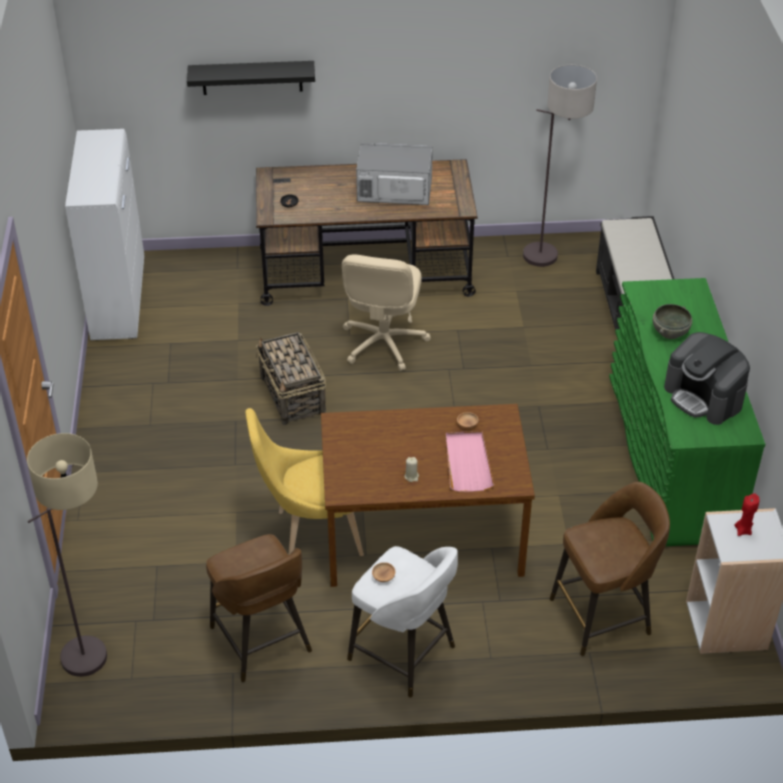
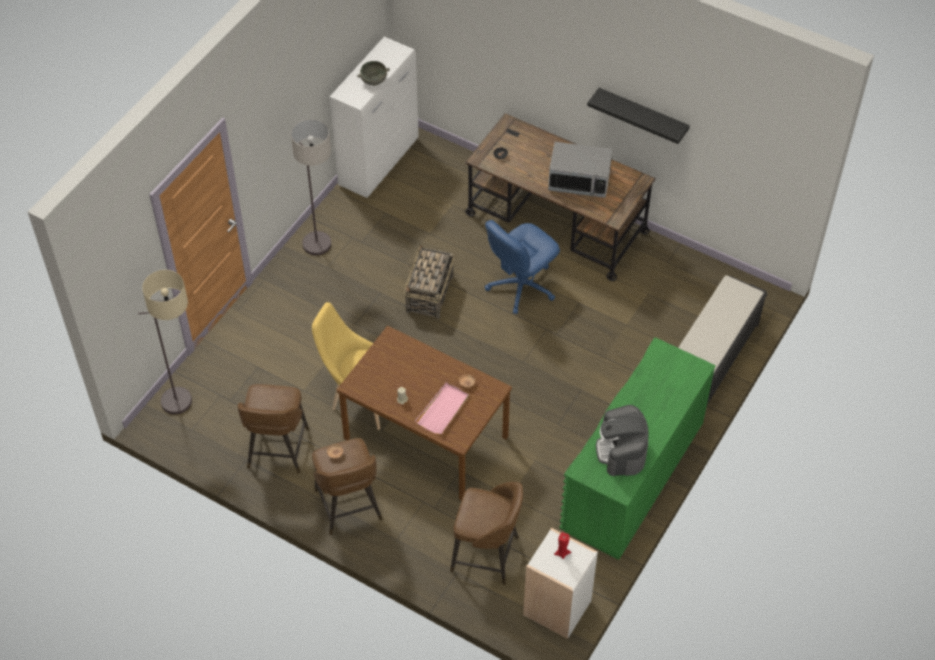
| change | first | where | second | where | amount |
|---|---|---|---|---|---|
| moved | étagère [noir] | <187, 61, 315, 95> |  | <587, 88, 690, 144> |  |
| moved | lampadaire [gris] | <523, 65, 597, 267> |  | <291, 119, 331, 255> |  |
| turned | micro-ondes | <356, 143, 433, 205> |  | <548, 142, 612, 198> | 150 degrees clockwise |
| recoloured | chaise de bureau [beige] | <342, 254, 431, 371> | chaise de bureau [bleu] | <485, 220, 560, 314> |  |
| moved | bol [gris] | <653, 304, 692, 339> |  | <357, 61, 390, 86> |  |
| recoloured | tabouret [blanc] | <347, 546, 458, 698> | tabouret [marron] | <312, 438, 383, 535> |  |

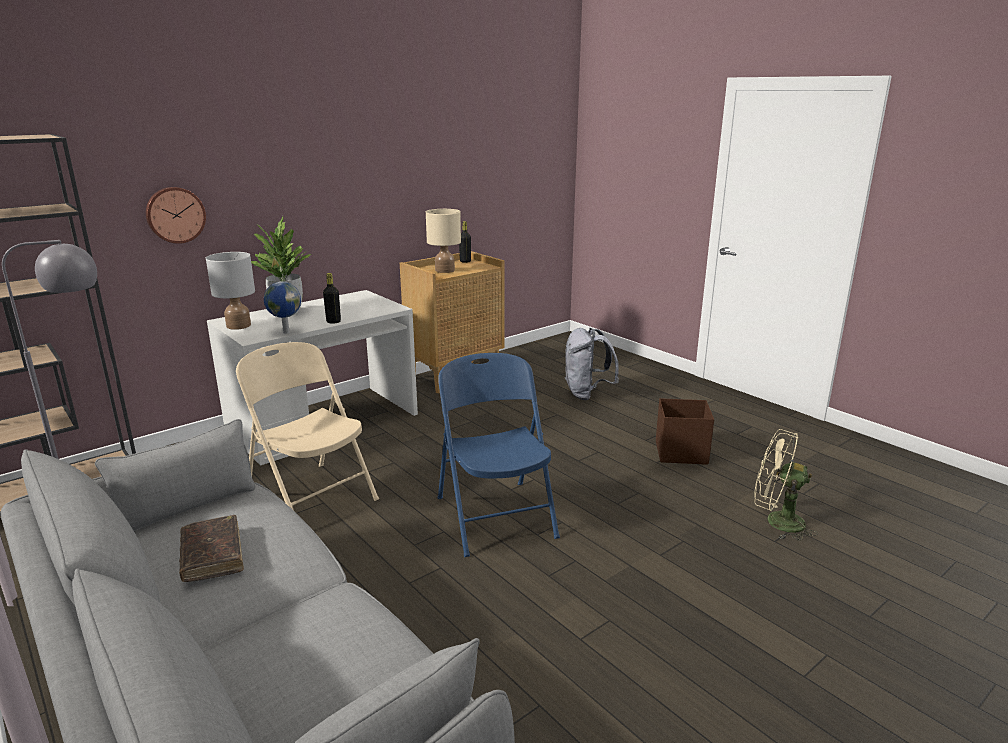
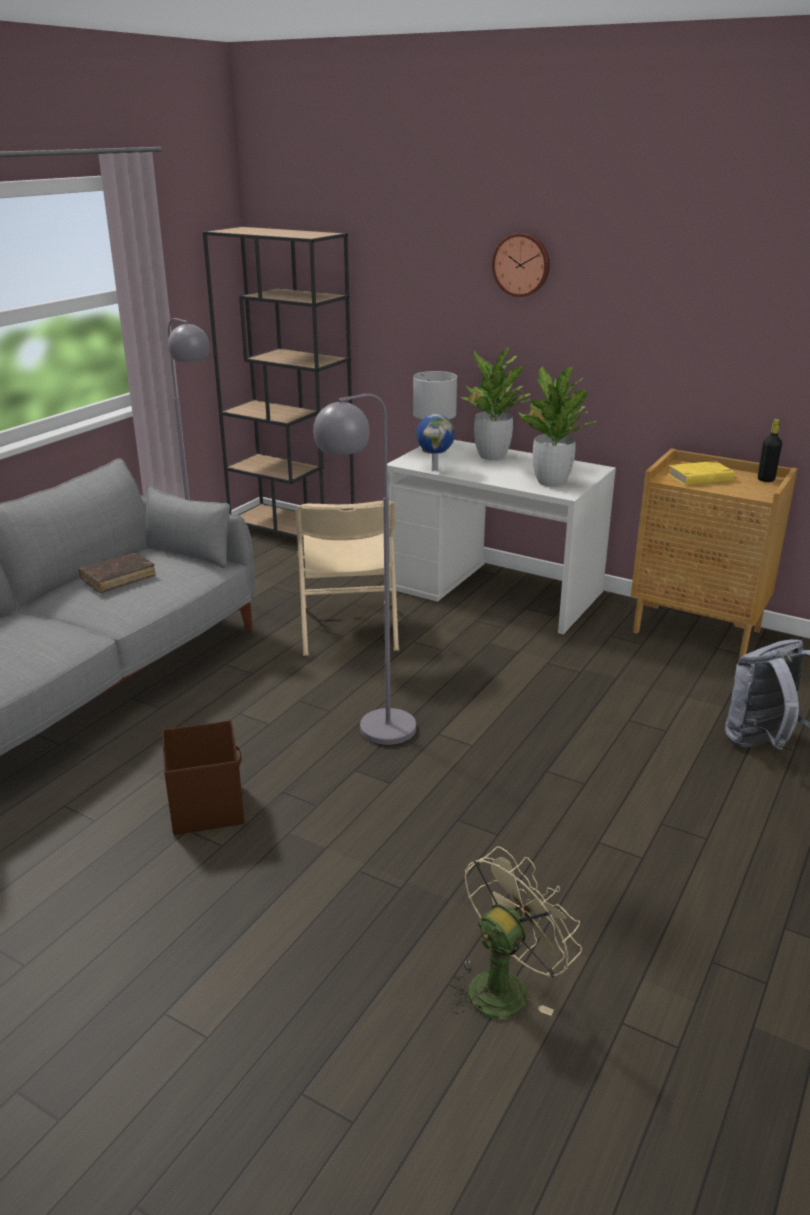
| change | first | where | second | where | amount |
|---|---|---|---|---|---|
| moved | horloge murale | <146, 187, 206, 244> |  | <492, 233, 550, 297> |  |
| replaced | lampe de table [beige] | <426, 209, 461, 273> | livre [jaune] | <668, 461, 737, 485> |  |
| removed | bouteille [noir] | <323, 273, 341, 324> |  |  |  |
| turned | chaise [beige] | <236, 342, 379, 511> |  | <296, 501, 399, 656> | 150 degrees clockwise |
| replaced | chaise [bleu] | <438, 353, 560, 557> | lampadaire [gris] | <313, 394, 416, 745> |  |
| moved | boîte de rangement [marron] | <656, 398, 714, 465> |  | <162, 720, 244, 835> |  |
| turned | ventilateur [beige] | <754, 429, 818, 541> |  | <450, 846, 582, 1019> | 45 degrees clockwise |
| added |  |  | plante en pot | <519, 367, 596, 487> |  |

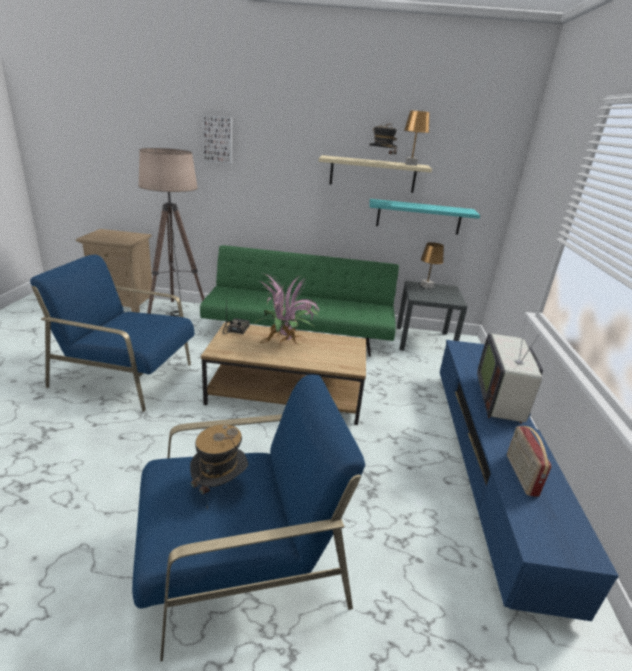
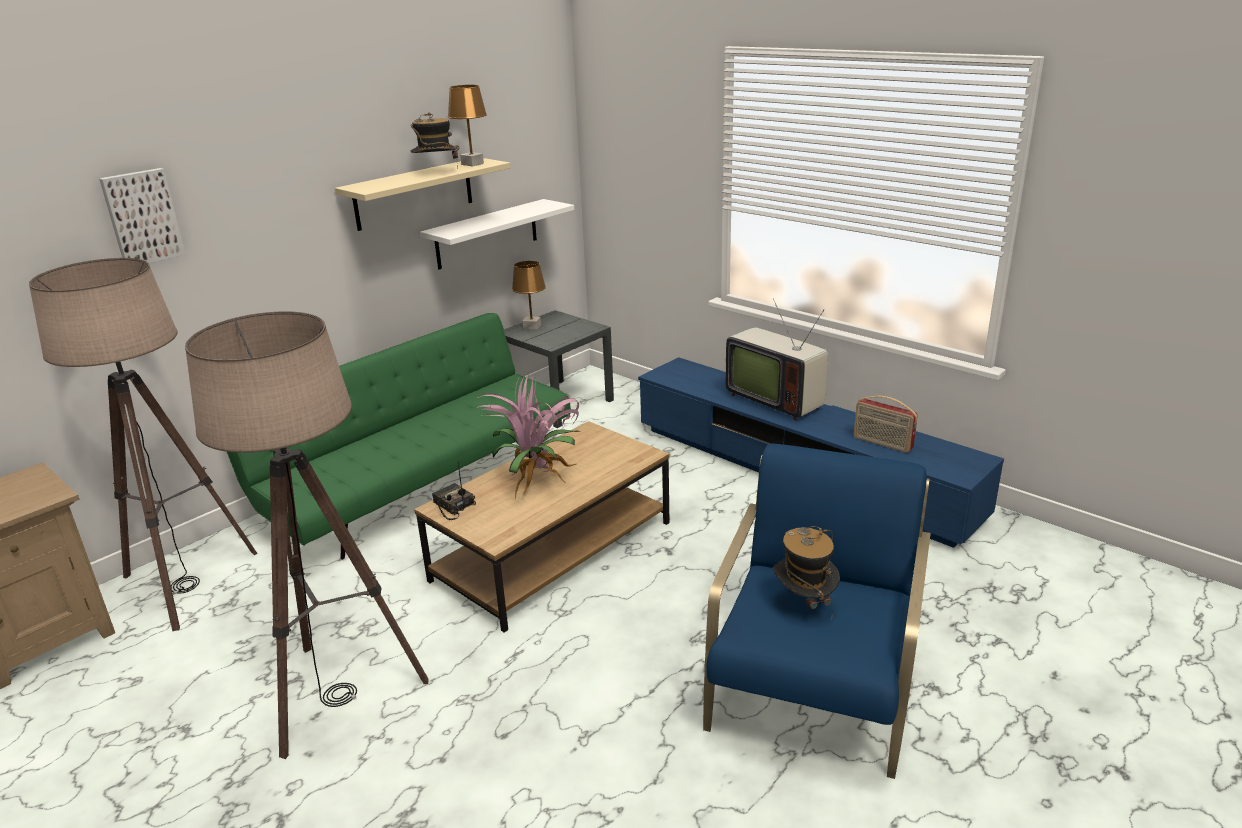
| change | first | where | second | where | amount |
|---|---|---|---|---|---|
| recoloured | étagère [turquoise] | <369, 199, 480, 235> | étagère [blanc] | <420, 199, 574, 270> |  |
| replaced | fauteuil [bleu] | <30, 255, 194, 412> | lampadaire | <185, 311, 428, 759> |  |

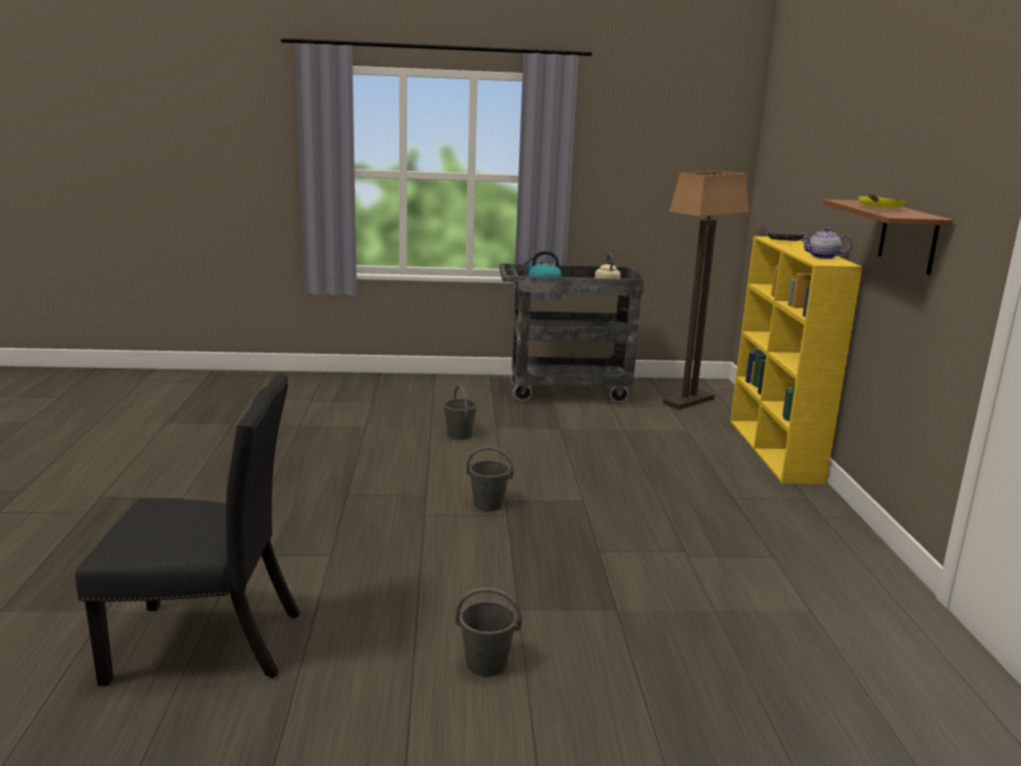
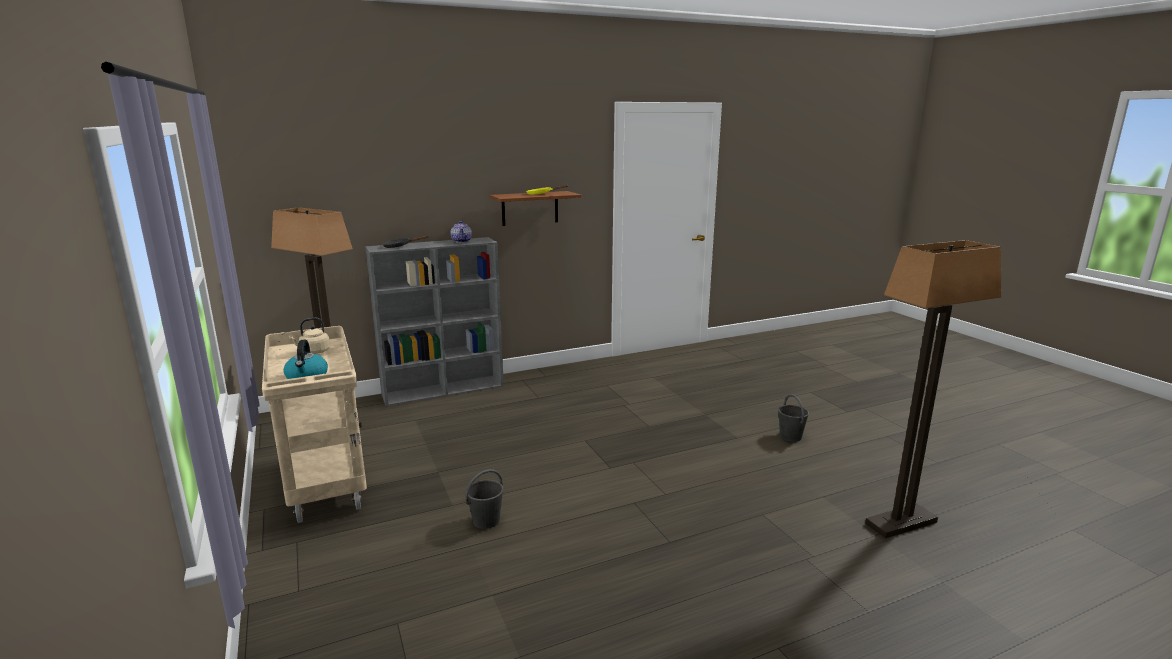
| change | first | where | second | where | amount |
|---|---|---|---|---|---|
| recoloured | bibliothèque [jaune] | <730, 236, 862, 484> | bibliothèque [gris] | <365, 237, 504, 406> |  |
| recoloured | chariot [noir] | <499, 264, 644, 403> | chariot [beige] | <262, 326, 367, 523> |  |
| replaced | chaise [noir] | <75, 374, 300, 686> | lampadaire | <865, 240, 1002, 538> |  |
| removed | seau [gris] | <466, 446, 513, 511> |  |  |  |

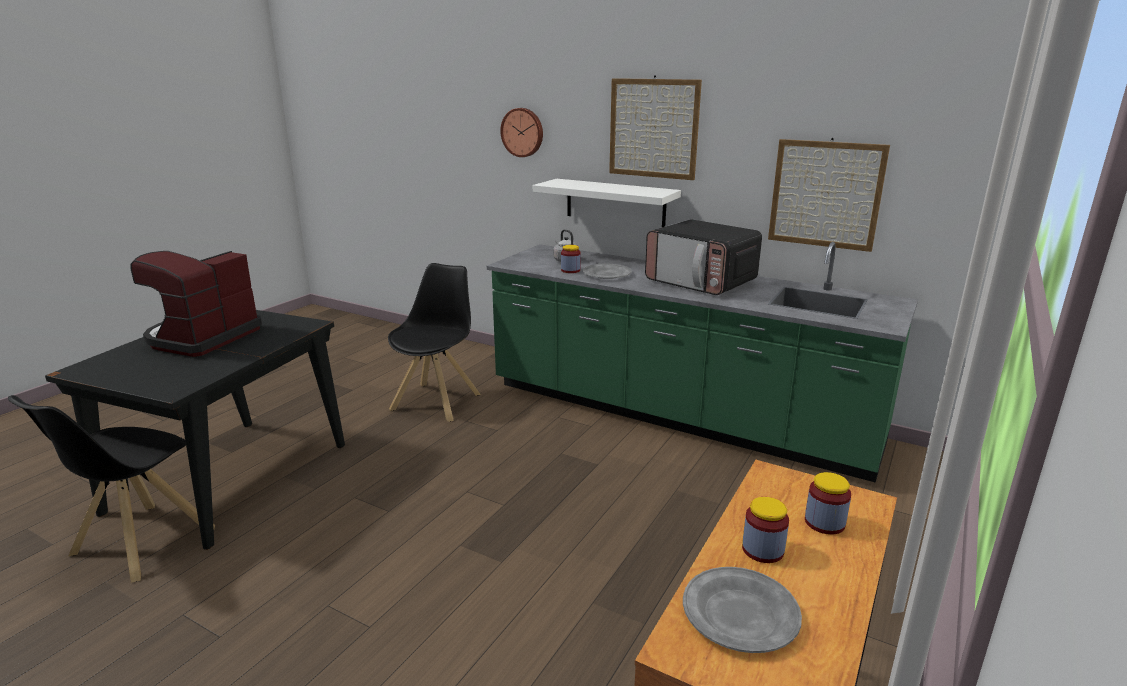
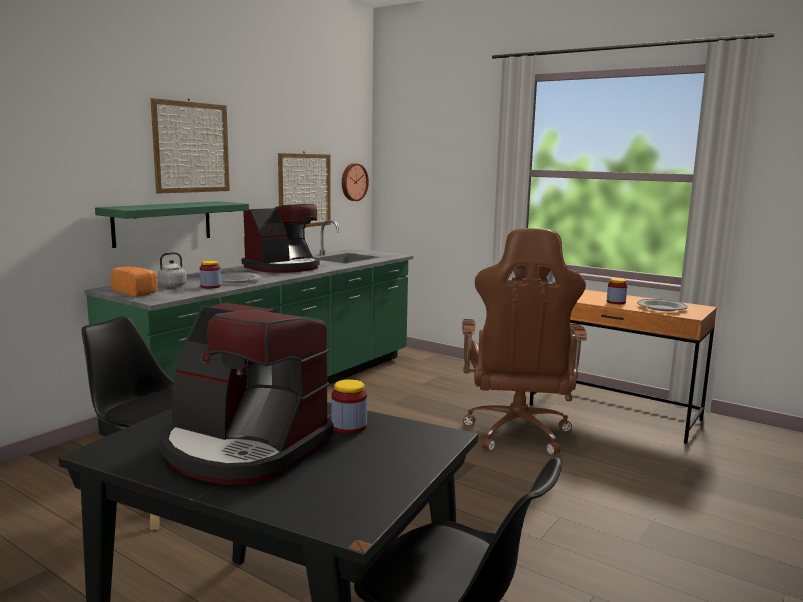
| change | first | where | second | where | amount |
|---|---|---|---|---|---|
| moved | horloge murale | <500, 108, 543, 157> |  | <342, 163, 369, 201> |  |
| recoloured | étagère [blanc] | <533, 179, 681, 227> | étagère [vert] | <95, 201, 249, 248> |  |
| replaced | micro-ondes | <645, 219, 762, 295> | machine à café | <242, 204, 320, 273> |  |
| moved | bocal | <805, 472, 851, 535> |  | <331, 379, 367, 434> |  |
| added |  |  | chaise de bureau [marron] | <462, 228, 587, 455> |  |
| added |  |  | pain | <110, 266, 158, 297> |  |

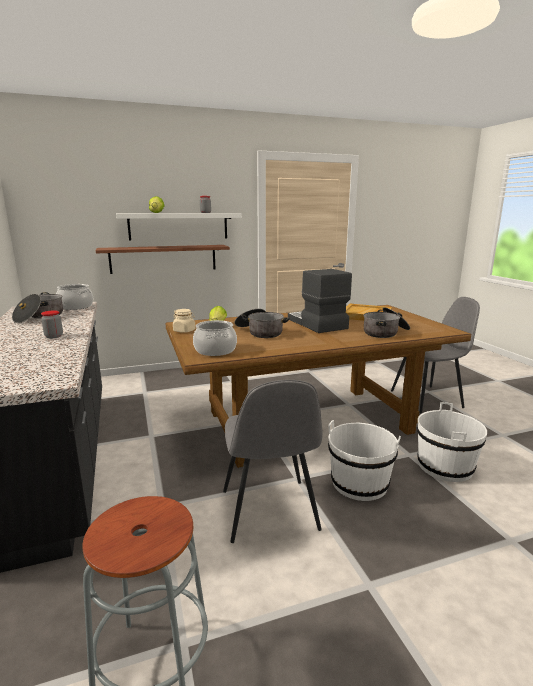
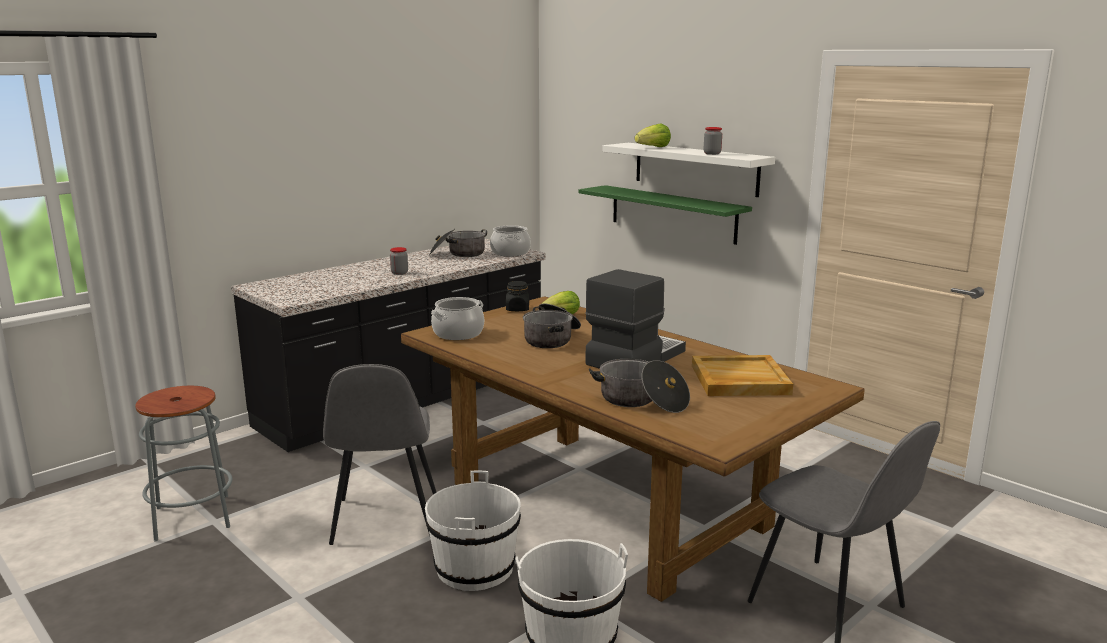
| change | first | where | second | where | amount |
|---|---|---|---|---|---|
| recoloured | étagère [marron] | <96, 245, 230, 274> | étagère [vert] | <578, 185, 752, 245> |  |
| recoloured | bocal [beige] | <173, 309, 195, 333> | bocal [noir] | <506, 281, 529, 312> |  |
| turned | chaise [gris] | <223, 380, 323, 543> |  | <323, 364, 436, 545> | 60 degrees counterclockwise |

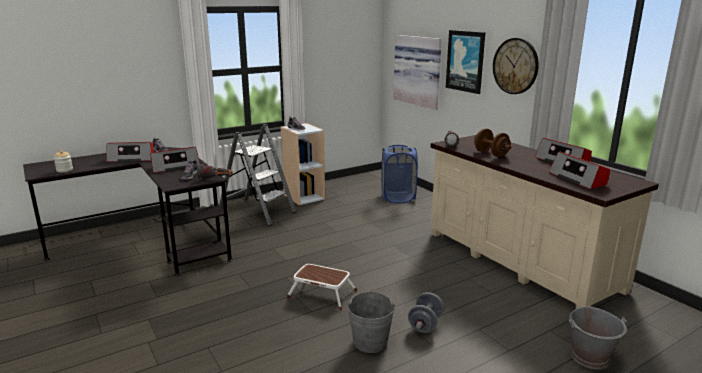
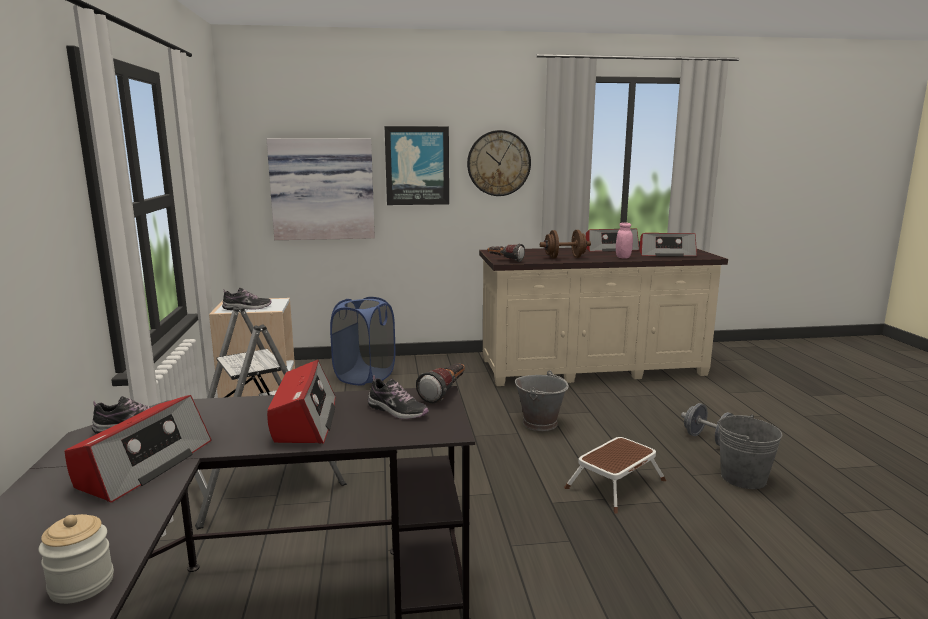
| change | first | where | second | where | amount |
|---|---|---|---|---|---|
| moved | seau [gris] | <569, 306, 627, 369> |  | <515, 370, 569, 431> |  |
| added |  |  | bocal [rose] | <616, 222, 633, 258> |  |

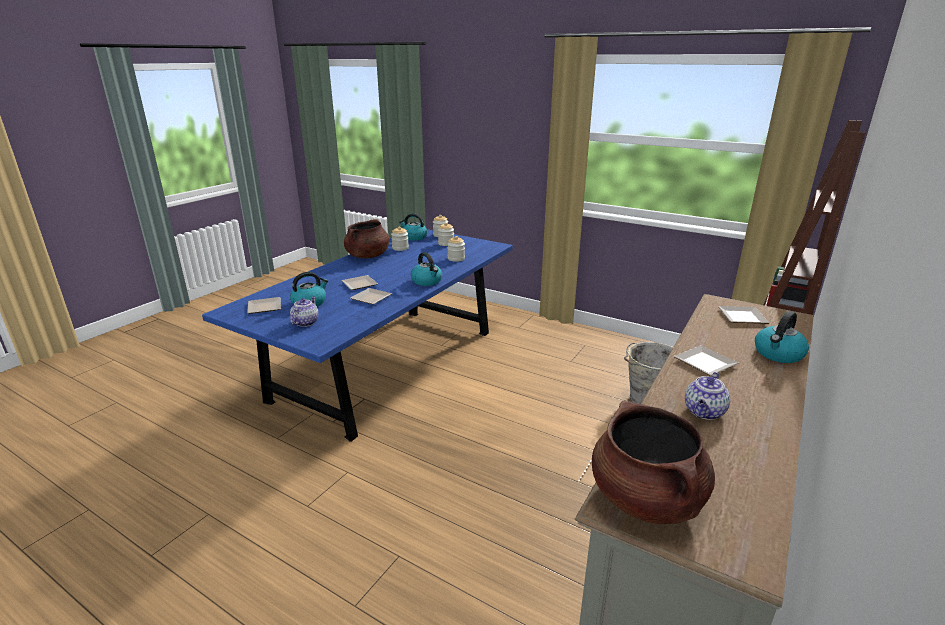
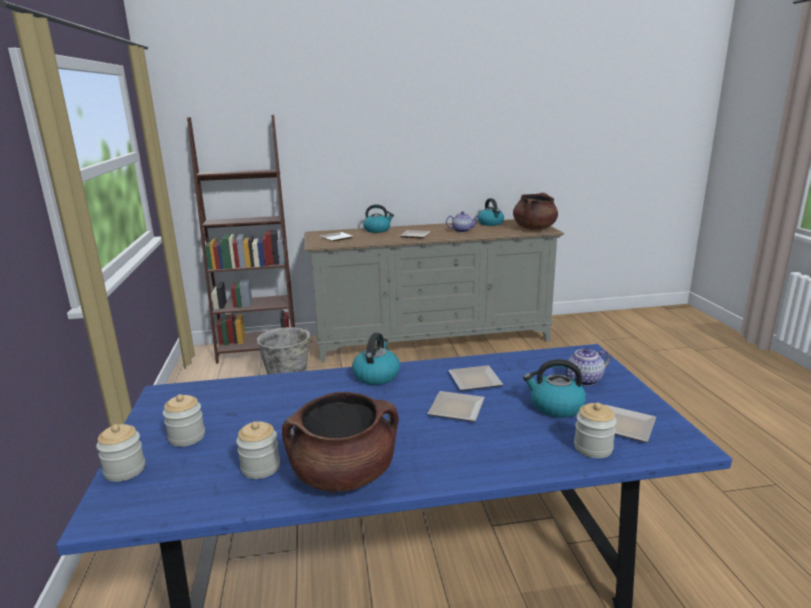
| change | first | where | second | where | amount |
|---|---|---|---|---|---|
| moved | bouilloire | <399, 214, 427, 240> |  | <478, 198, 504, 226> |  |
| moved | bocal | <447, 236, 465, 262> |  | <574, 403, 617, 458> |  |

